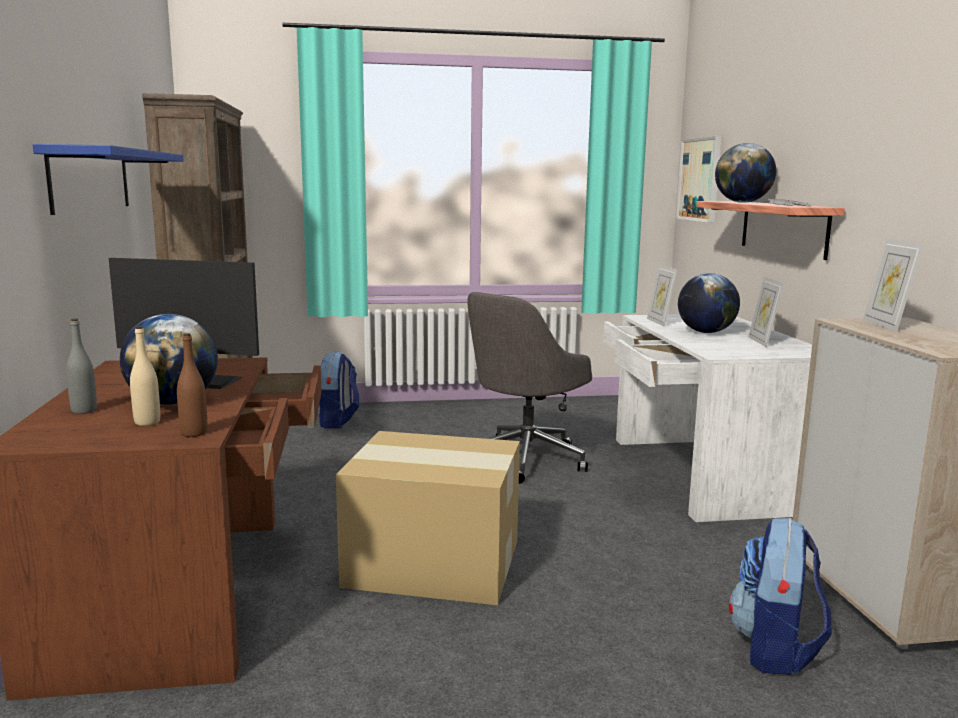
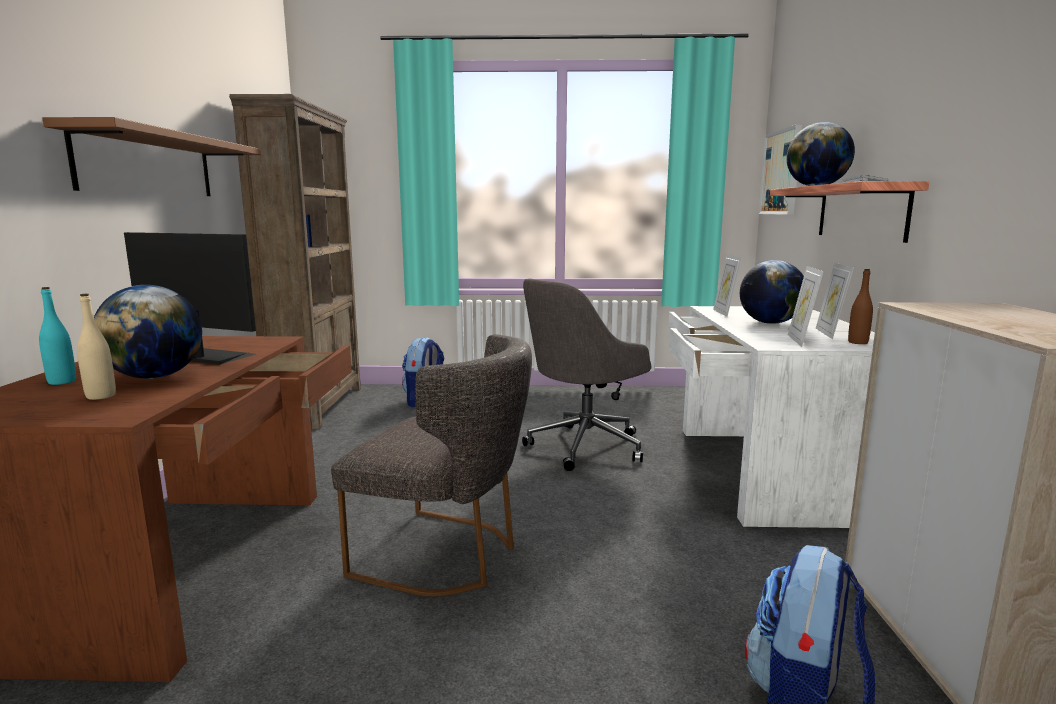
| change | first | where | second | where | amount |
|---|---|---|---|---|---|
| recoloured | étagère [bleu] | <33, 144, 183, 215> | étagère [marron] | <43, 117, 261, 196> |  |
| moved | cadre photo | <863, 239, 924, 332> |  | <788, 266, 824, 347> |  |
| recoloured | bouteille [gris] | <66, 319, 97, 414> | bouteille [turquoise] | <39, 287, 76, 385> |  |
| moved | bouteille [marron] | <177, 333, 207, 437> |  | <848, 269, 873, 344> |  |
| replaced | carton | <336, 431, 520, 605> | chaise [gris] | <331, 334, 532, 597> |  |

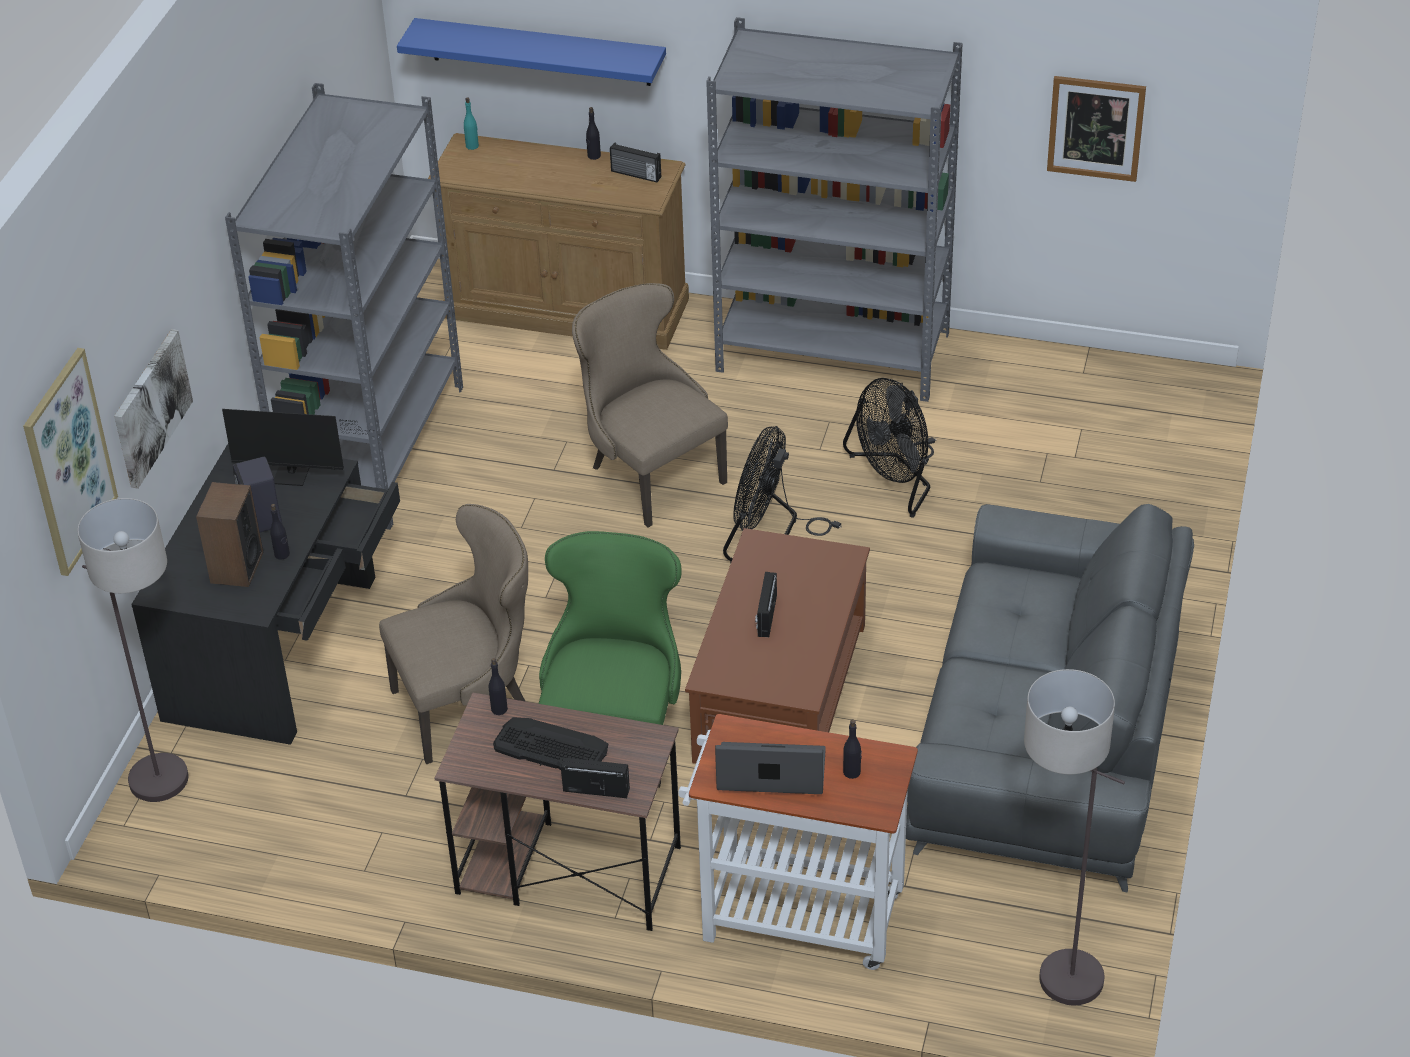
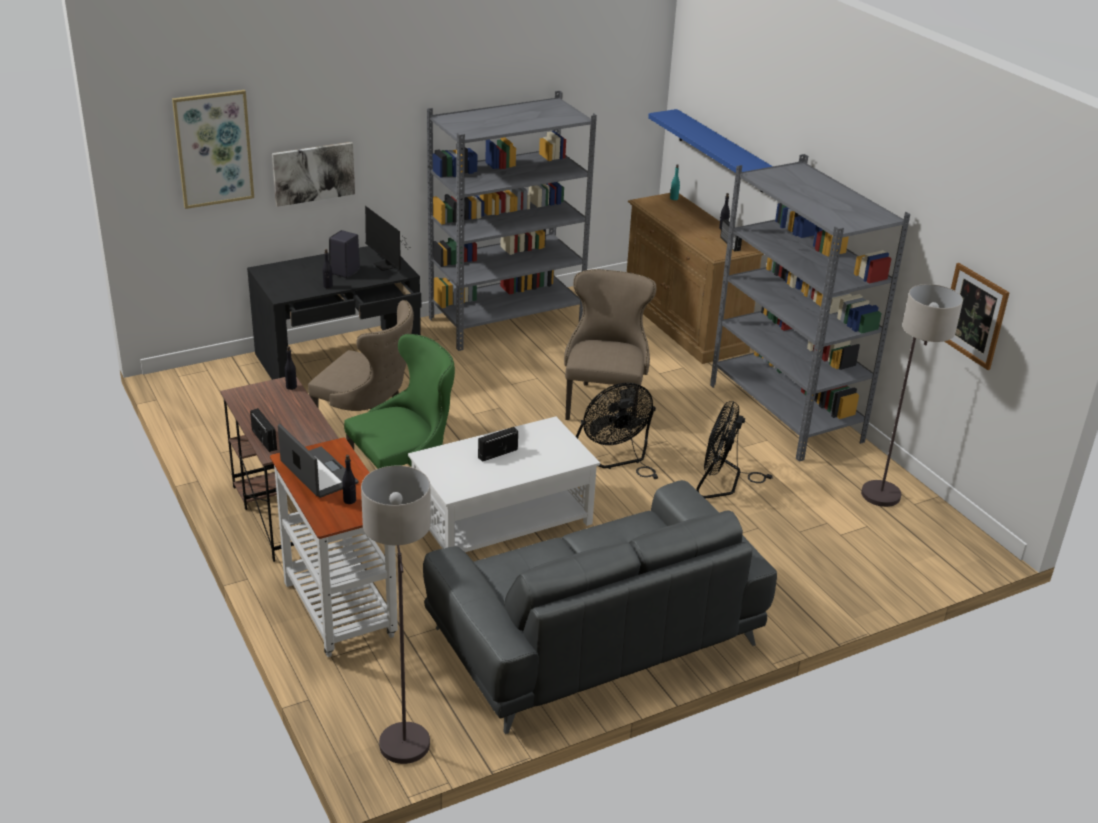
| change | first | where | second | where | amount |
|---|---|---|---|---|---|
| removed | enceinte | <196, 482, 263, 587> |  |  |  |
| moved | lampadaire [gris] | <78, 498, 189, 802> |  | <861, 284, 963, 507> |  |
| recoloured | table basse [marron] | <685, 528, 870, 764> | table basse [blanc] | <408, 416, 600, 552> |  |
| removed | clavier | <493, 717, 608, 770> |  |  |  |

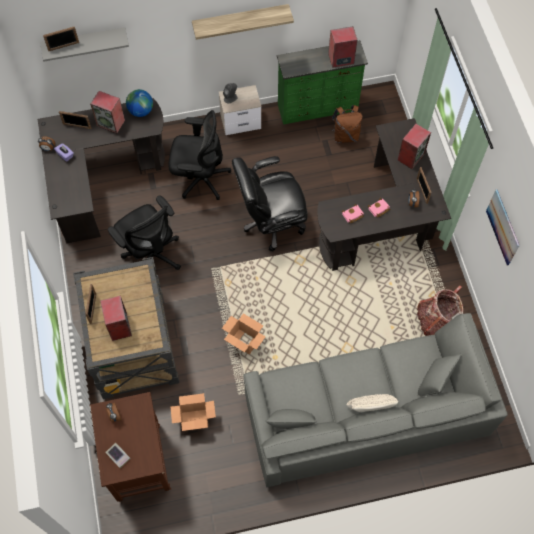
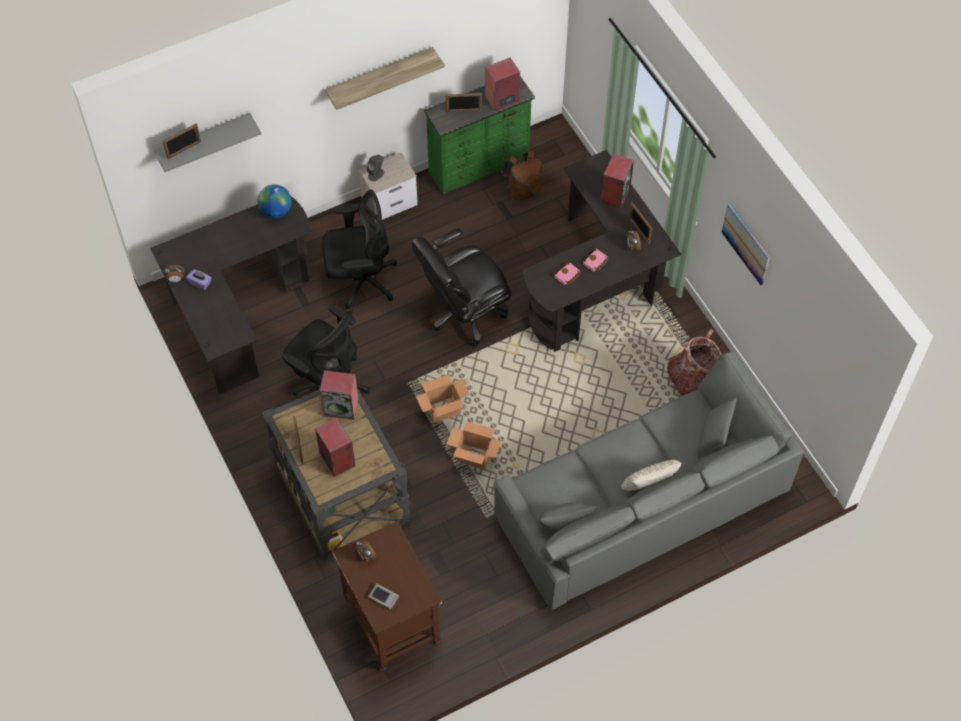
| change | first | where | second | where | amount |
|---|---|---|---|---|---|
| moved | enceinte | <90, 91, 125, 133> |  | <319, 370, 359, 420> |  |
| moved | cadre photo | <59, 111, 91, 129> |  | <446, 93, 482, 112> |  |
| moved | carton | <171, 393, 216, 431> |  | <416, 374, 470, 423> |  |

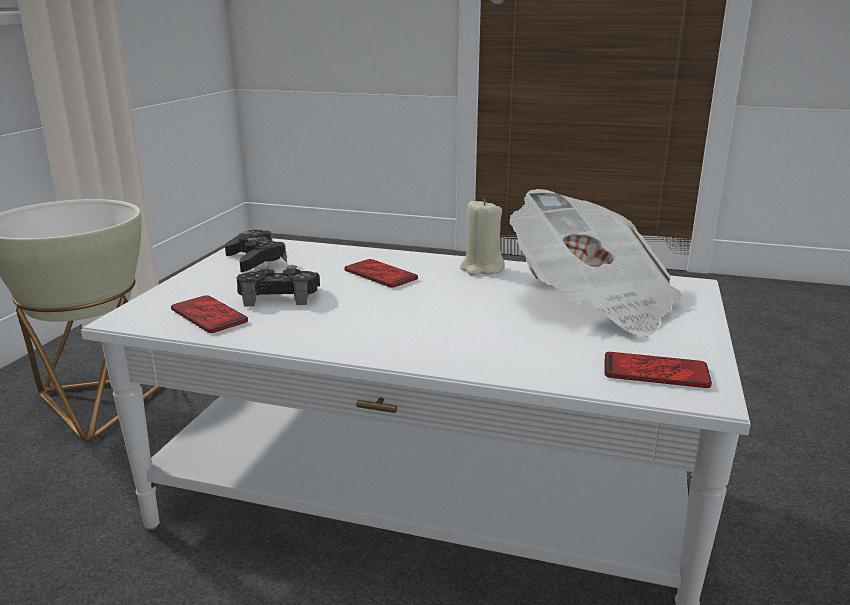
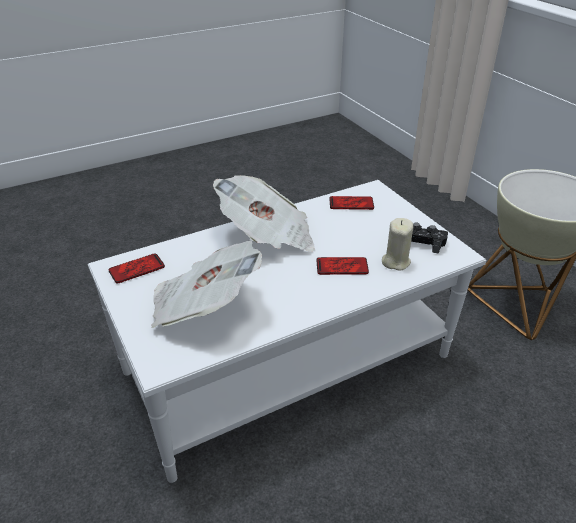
| change | first | where | second | where | amount |
|---|---|---|---|---|---|
| moved | bougie [beige] | <460, 198, 505, 275> |  | <382, 218, 413, 271> |  |
| removed | manette [noir] | <237, 265, 320, 306> |  |  |  |
| added |  |  | journal | <213, 175, 315, 251> |  |

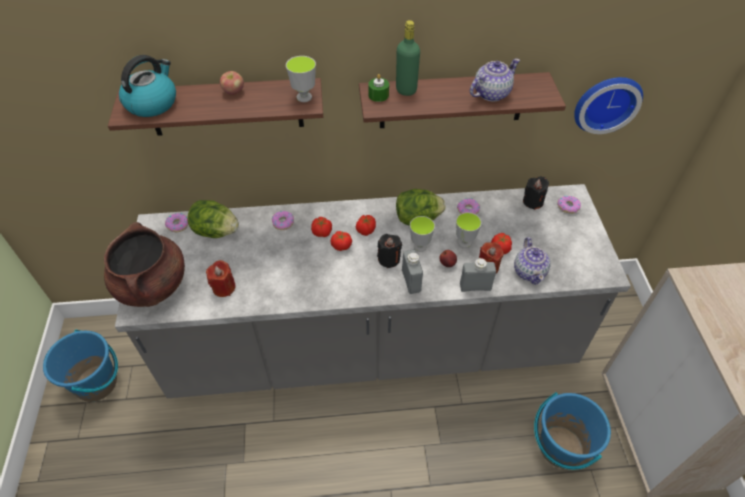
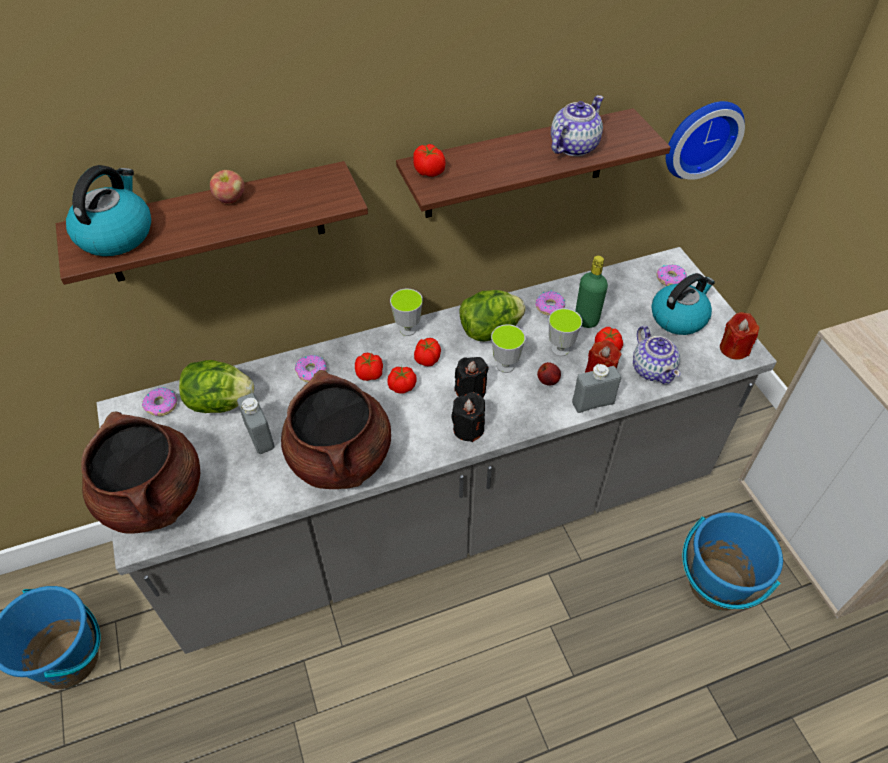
| change | first | where | second | where | amount |
|---|---|---|---|---|---|
| moved | bouteille [vert] | <396, 20, 420, 96> |  | <575, 255, 608, 328> |  |
| moved | tasse | <286, 56, 316, 102> |  | <390, 289, 423, 336> |  |
| replaced | bougie [vert] | <368, 74, 389, 102> | tomate | <413, 144, 446, 177> |  |
| moved | bougie [noir] | <523, 176, 549, 210> |  | <451, 392, 485, 442> |  |
| moved | bouteille [gris] | <402, 250, 423, 294> |  | <237, 393, 274, 454> |  |
| moved | bougie [rouge] | <206, 260, 236, 297> |  | <720, 312, 759, 360> |  |
| added |  |  | bouilloire | <651, 273, 715, 335> |  |
| added |  |  | marmite [marron] | <281, 370, 391, 489> |  |

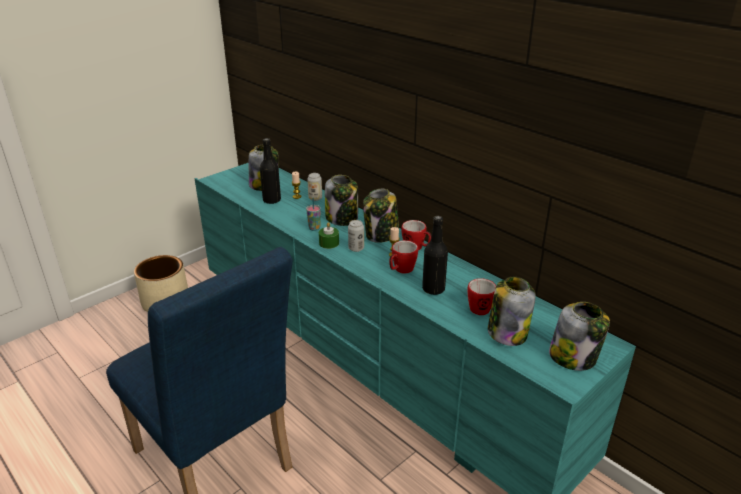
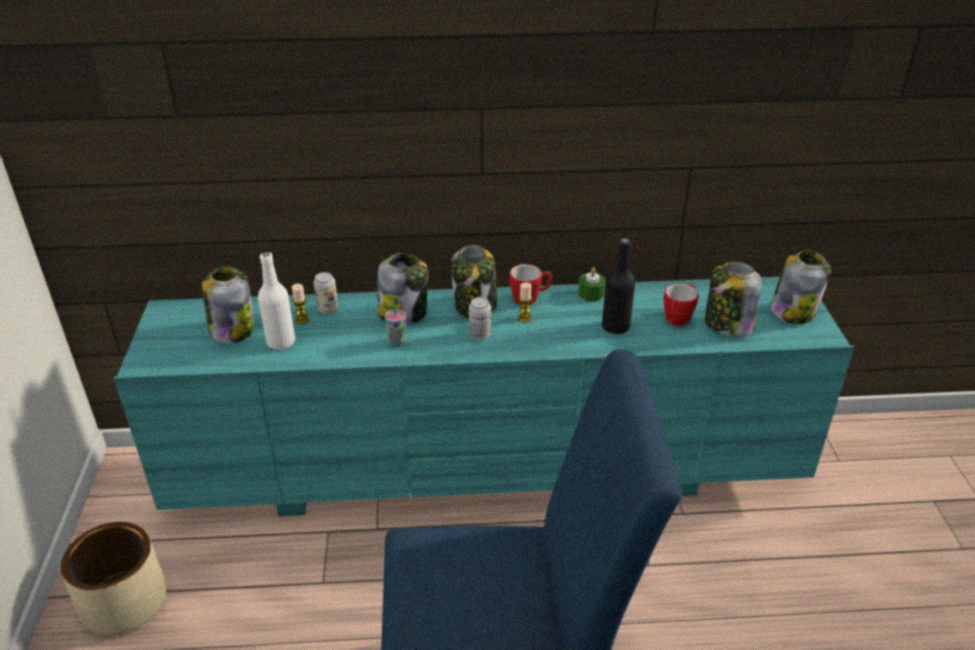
| change | first | where | second | where | amount |
|---|---|---|---|---|---|
| recoloured | bouteille [noir] | <260, 138, 281, 204> | bouteille [blanc] | <258, 252, 295, 350> |  |
| moved | bougie [vert] | <319, 222, 339, 249> |  | <578, 267, 606, 302> |  |
| removed | mug | <389, 240, 418, 274> |  |  |  |

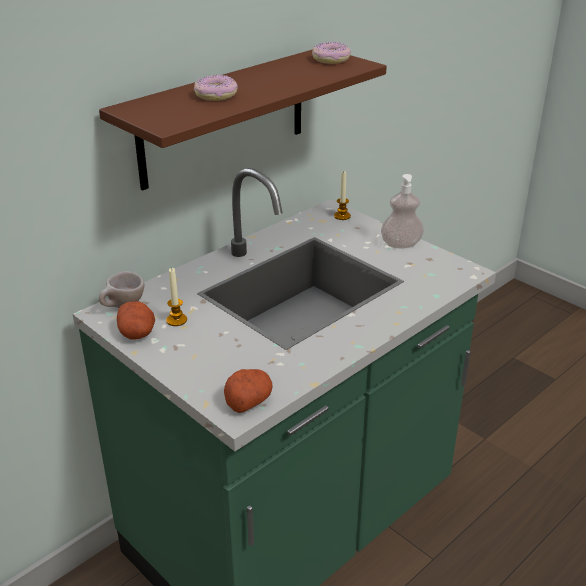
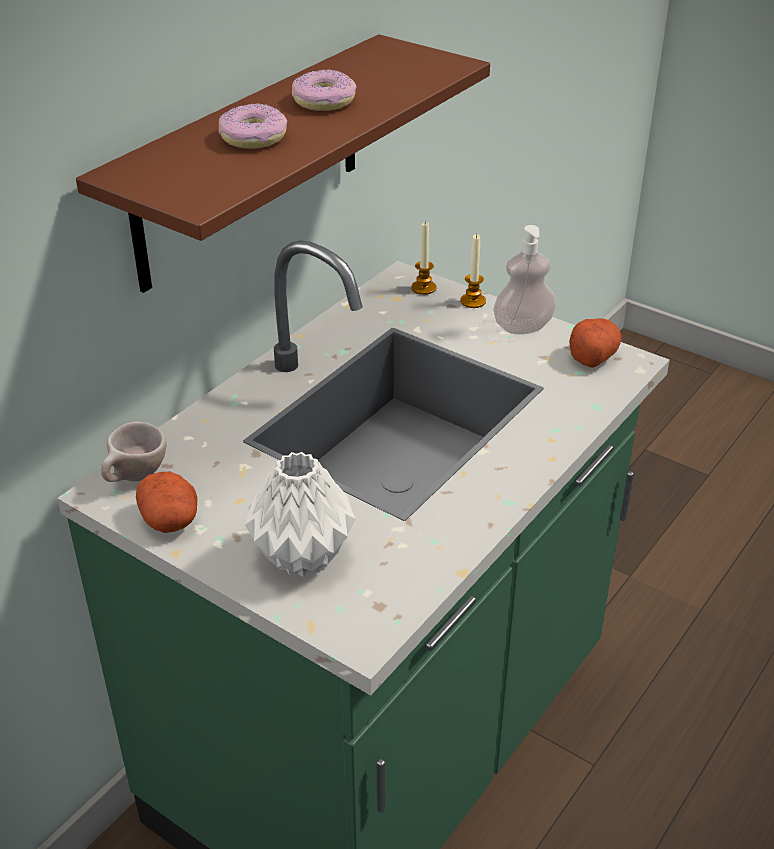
| change | first | where | second | where | amount |
|---|---|---|---|---|---|
| moved | beignet | <312, 42, 351, 64> |  | <292, 70, 356, 111> |  |
| moved | bougie | <166, 268, 187, 326> |  | <460, 234, 486, 308> |  |
| moved | pomme de terre | <224, 369, 273, 413> |  | <569, 318, 621, 368> |  |
| added |  |  | vase [blanc] | <245, 452, 355, 577> |  |

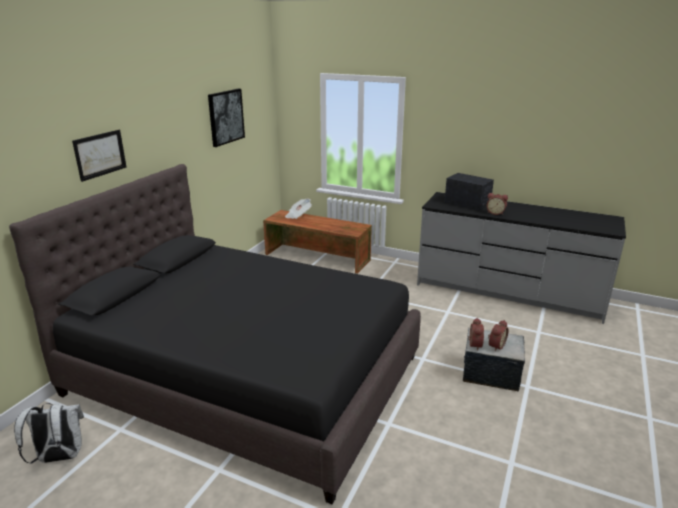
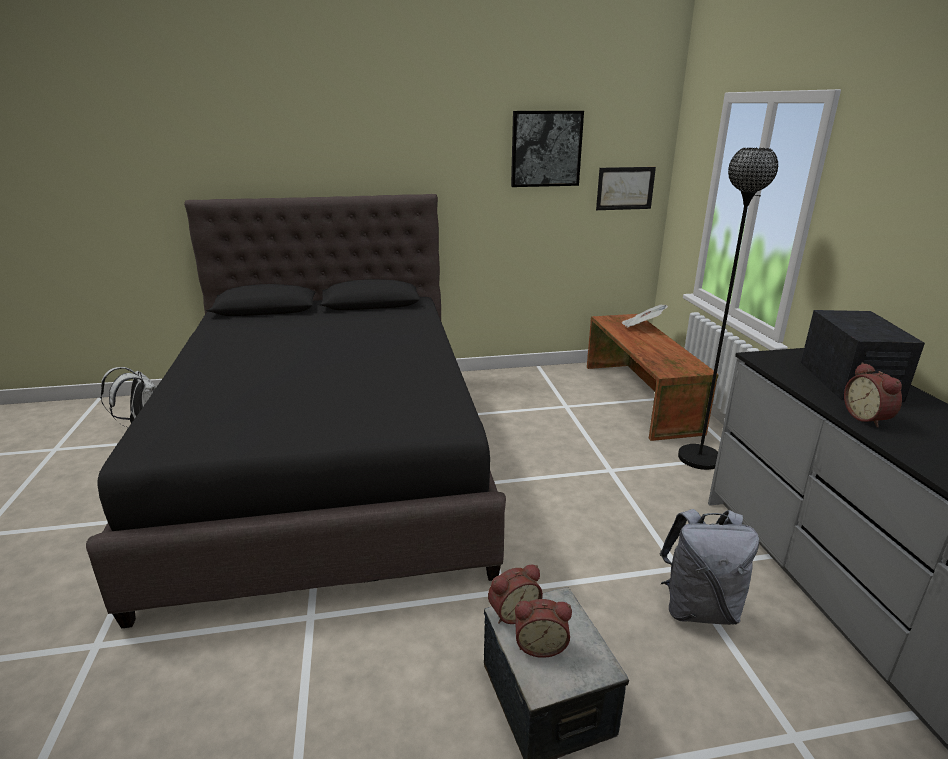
| change | first | where | second | where | amount |
|---|---|---|---|---|---|
| moved | tableau | <72, 130, 127, 182> |  | <596, 167, 656, 210> |  |
| added |  |  | lampadaire [noir] | <678, 147, 778, 470> |  |
| added |  |  | sac à dos [gris] | <660, 509, 759, 625> |  |

